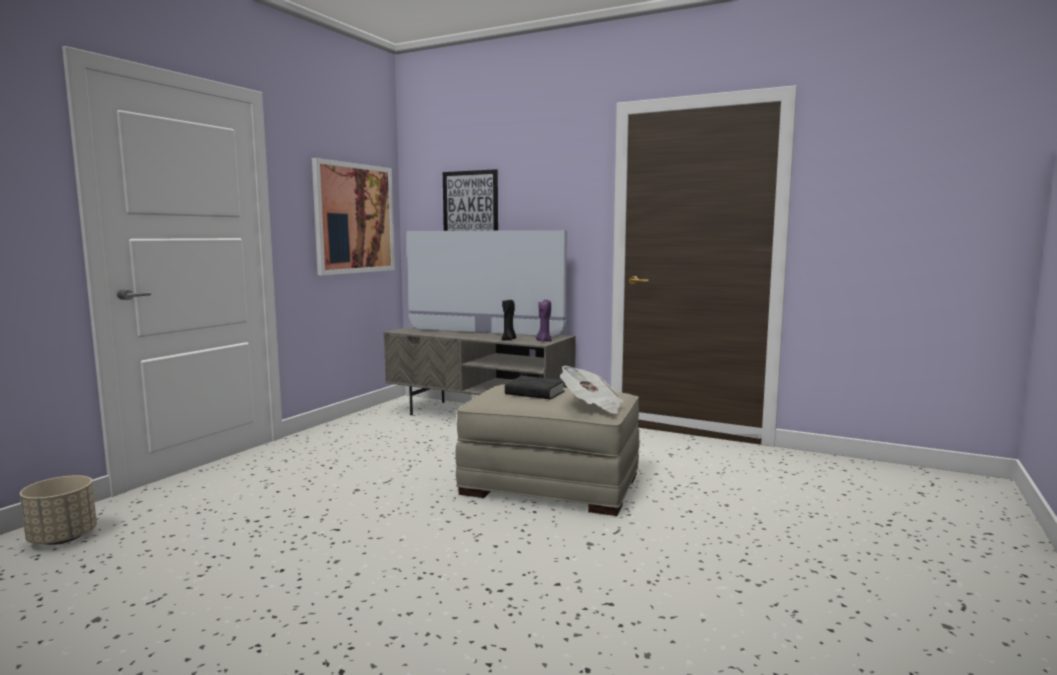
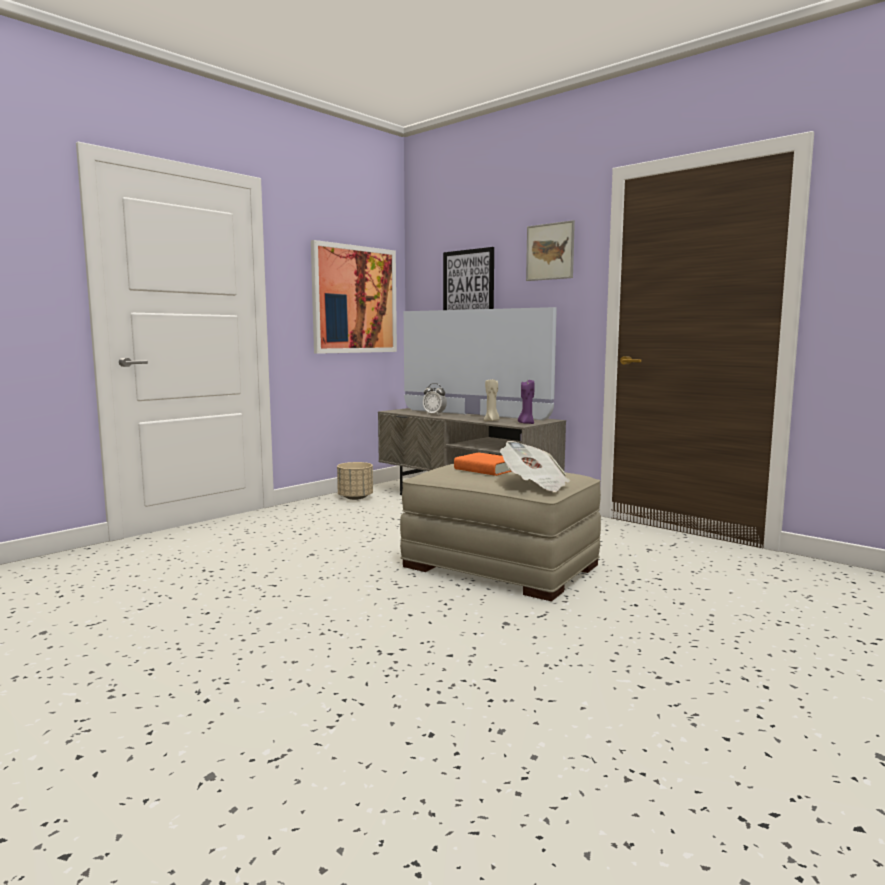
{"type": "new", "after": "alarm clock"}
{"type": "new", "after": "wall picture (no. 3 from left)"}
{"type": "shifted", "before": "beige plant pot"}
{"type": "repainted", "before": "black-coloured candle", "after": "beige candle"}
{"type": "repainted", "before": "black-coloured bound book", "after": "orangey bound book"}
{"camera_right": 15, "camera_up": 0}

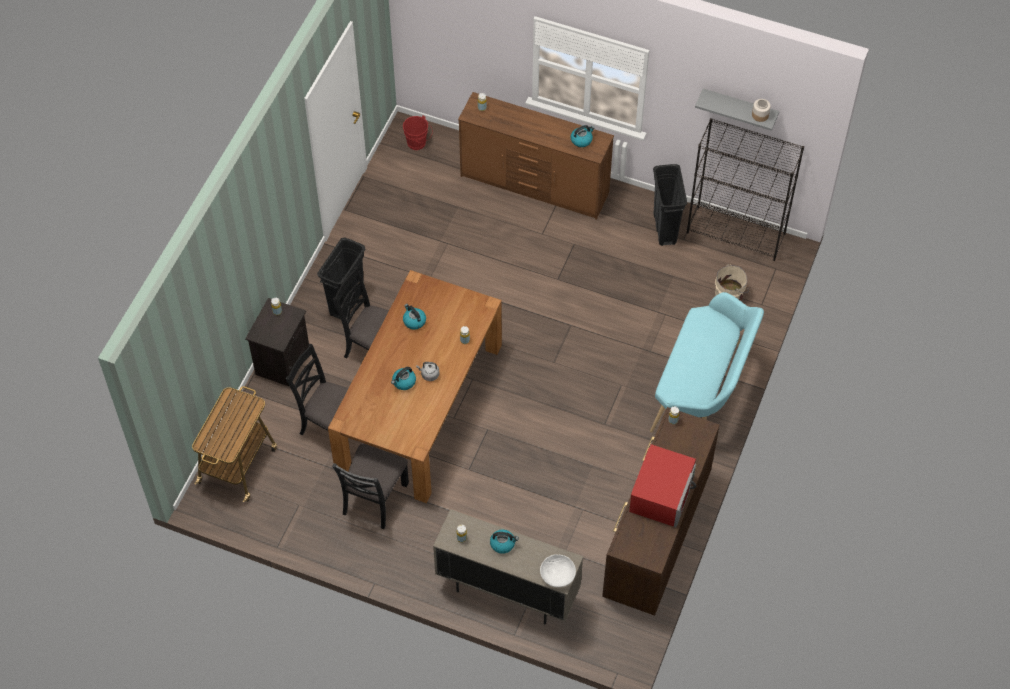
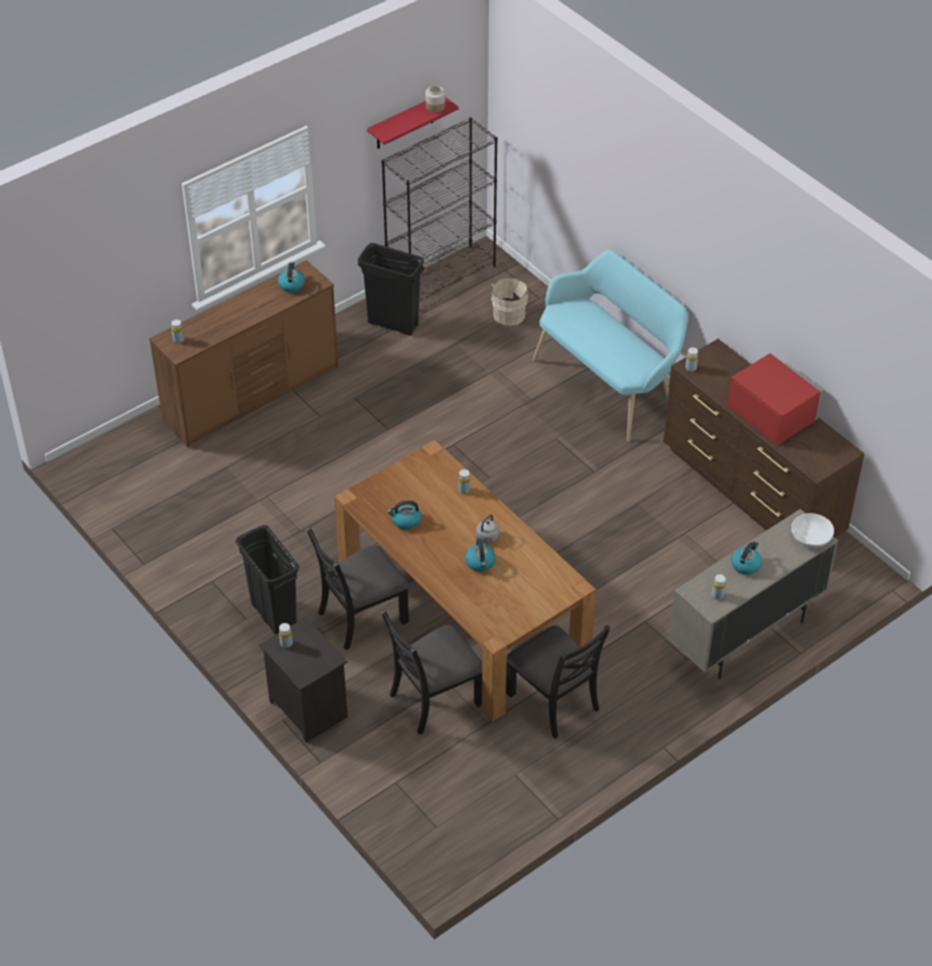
{"type": "gone", "before": "cart"}
{"type": "gone", "before": "red bucket"}
{"type": "repainted", "before": "gray wall shelf", "after": "red wall shelf"}
{"camera_right": -60, "camera_up": -10}

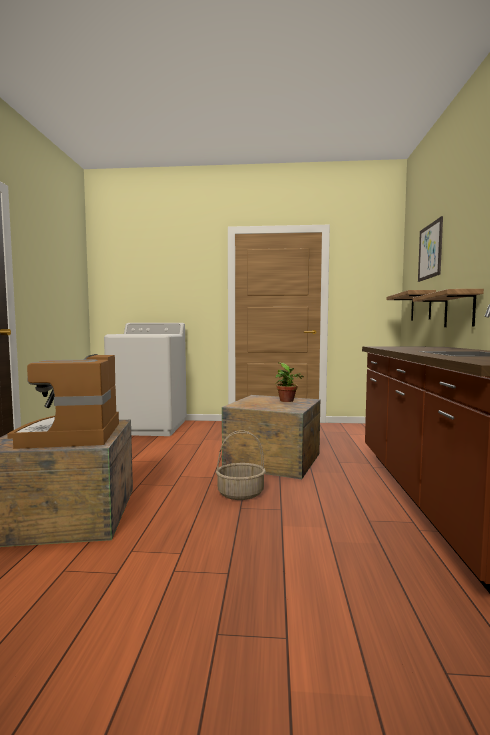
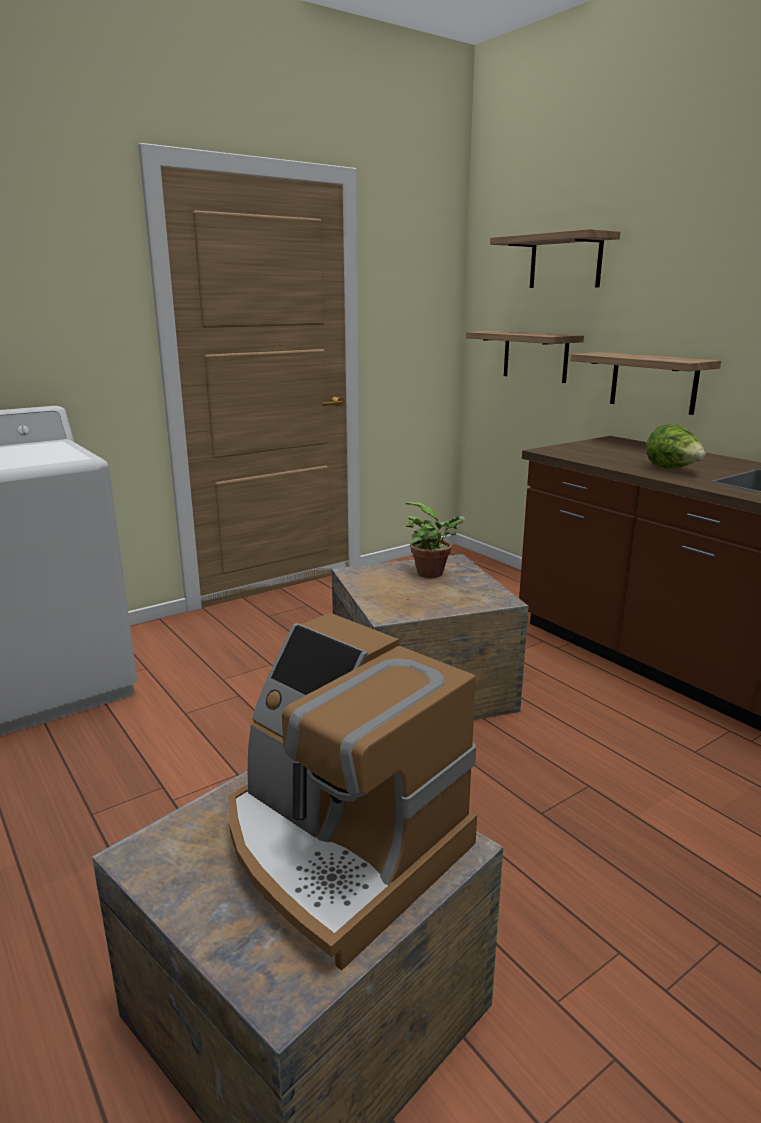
{"type": "gone", "before": "household basket"}
{"type": "new", "after": "lettuce"}
{"type": "swapped", "before": "wall picture", "after": "wall shelf (no. 2 from left)"}
{"camera_right": -40, "camera_up": 15}

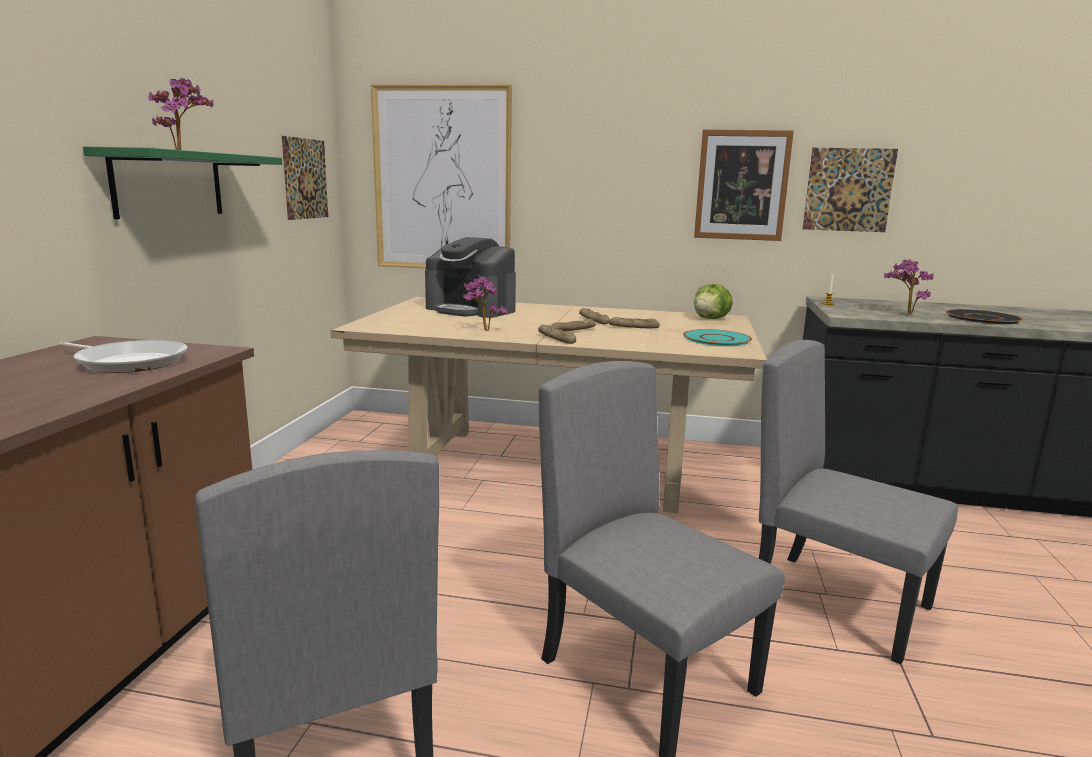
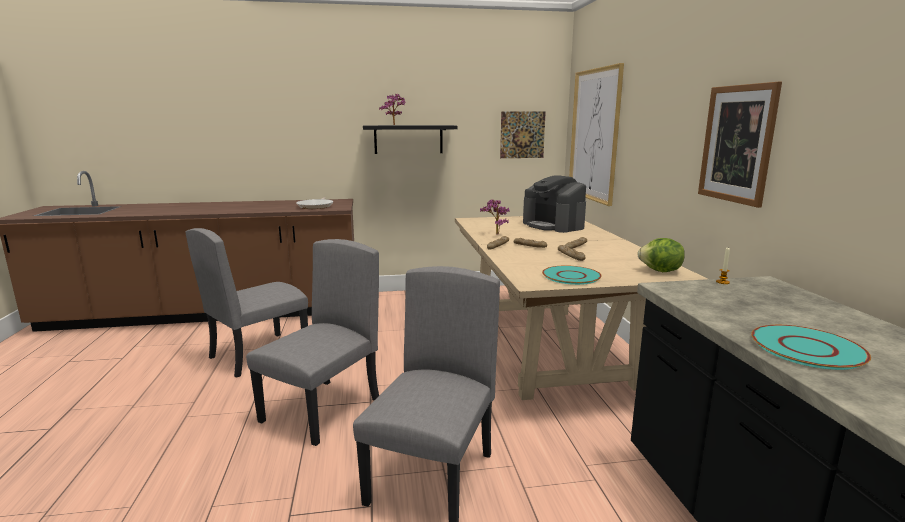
{"type": "gone", "before": "wall picture (no. 4 from left)"}
{"type": "gone", "before": "potted plant (no. 3 from left)"}
{"type": "repainted", "before": "green wall shelf", "after": "black-coloured wall shelf"}
{"type": "repainted", "before": "black-coloured plate", "after": "turquoise-coloured plate (no. 2 from left)"}
{"type": "rotated", "before": "coffee machine", "turn": -45}
{"camera_right": 70, "camera_up": 0}

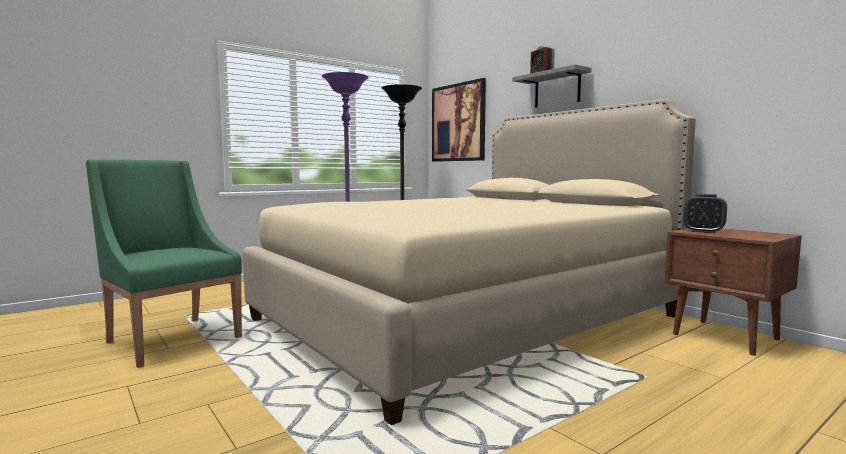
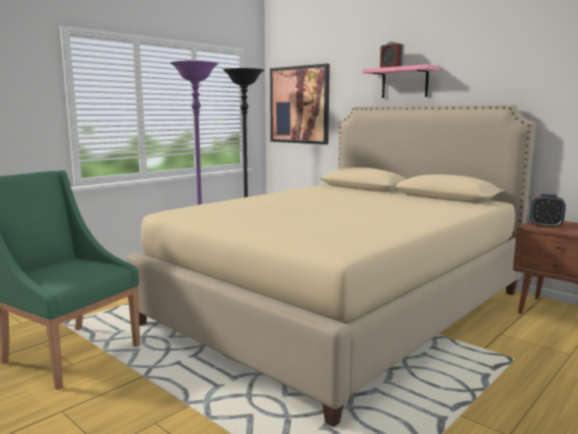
{"type": "repainted", "before": "gray wall shelf", "after": "pink-coloured wall shelf"}
{"camera_right": -10, "camera_up": 5}

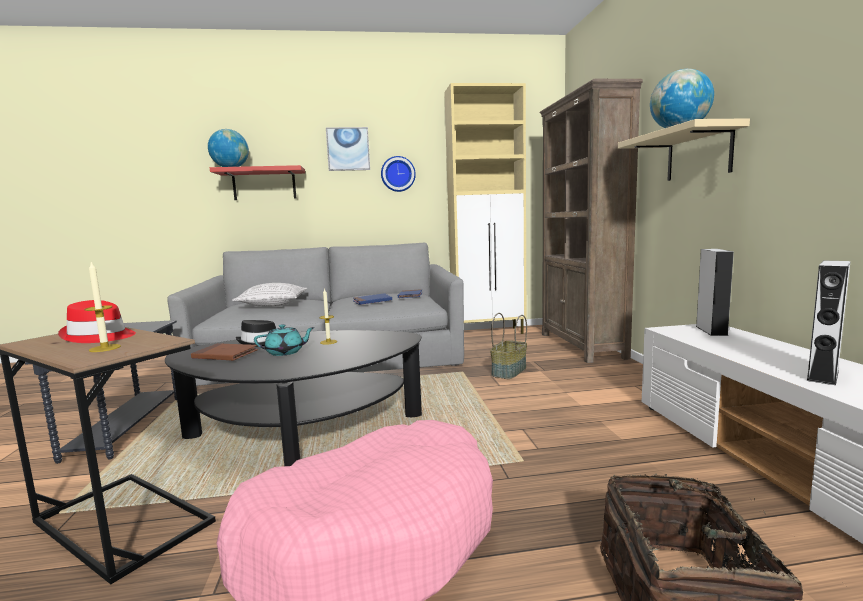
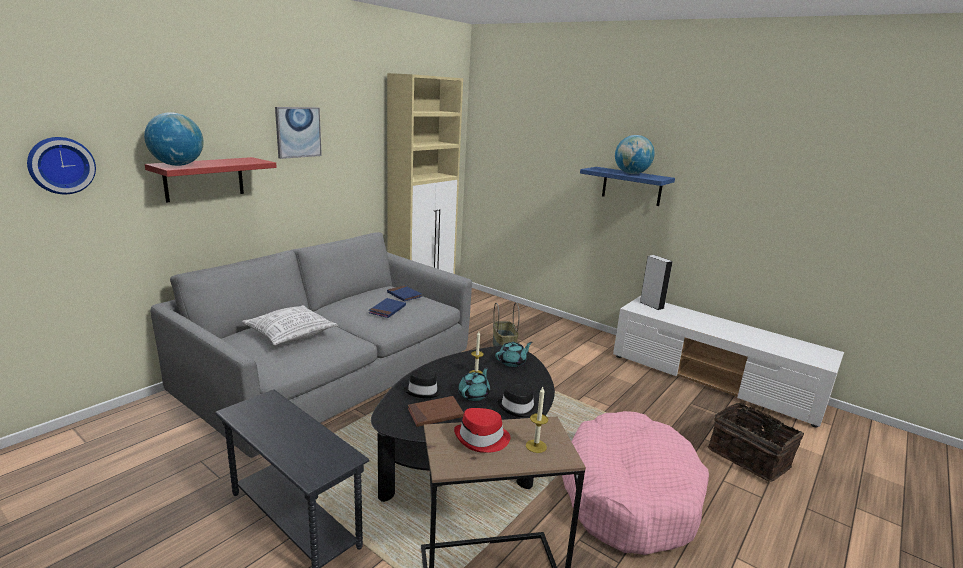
{"type": "gone", "before": "brownish shelving unit"}
{"type": "gone", "before": "gray speaker (no. 2 from left)"}
{"type": "new", "after": "turquoise-coloured teapot (no. 2 from left)"}
{"type": "new", "after": "black-coloured clothing hat (no. 2 from left)"}
{"type": "shifted", "before": "wall clock"}
{"type": "repainted", "before": "beige wall shelf", "after": "blue-coloured wall shelf"}
{"camera_right": -45, "camera_up": 10}

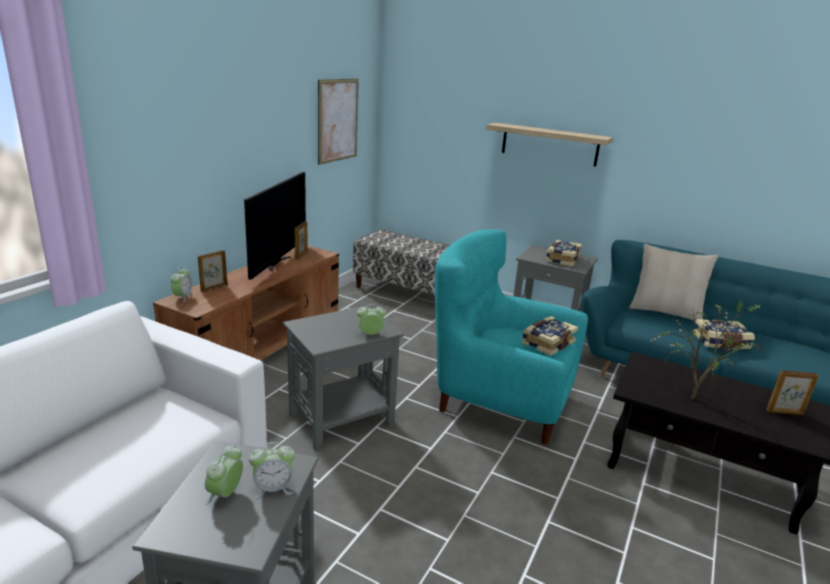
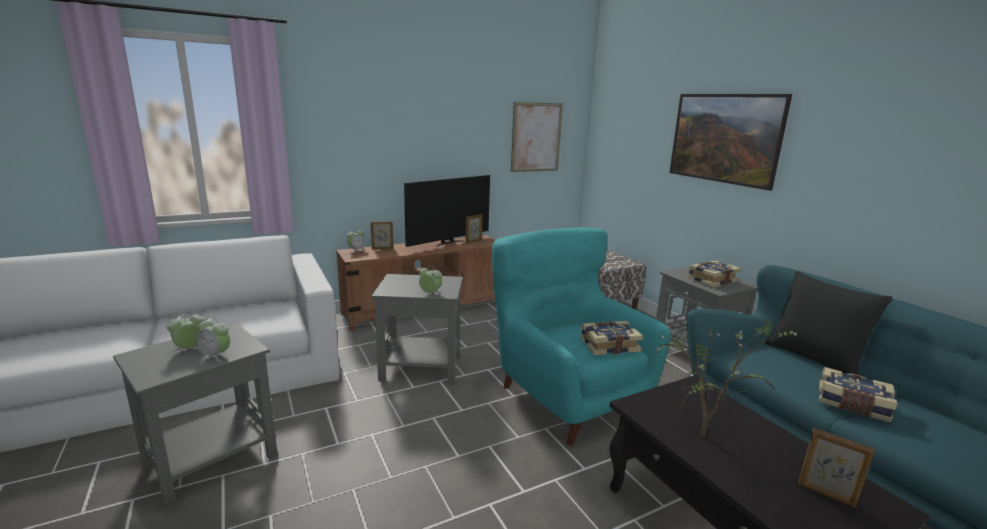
{"type": "swapped", "before": "wall shelf", "after": "wall picture (no. 2 from left)"}
{"type": "repainted", "before": "beige cushion", "after": "black-coloured cushion"}
{"camera_right": 35, "camera_up": -5}

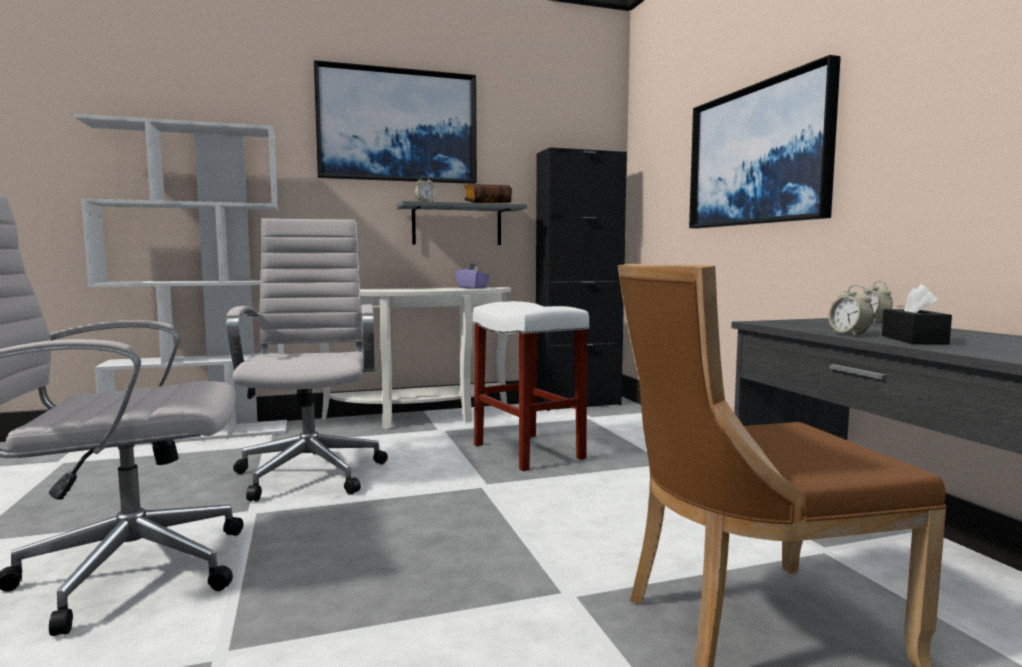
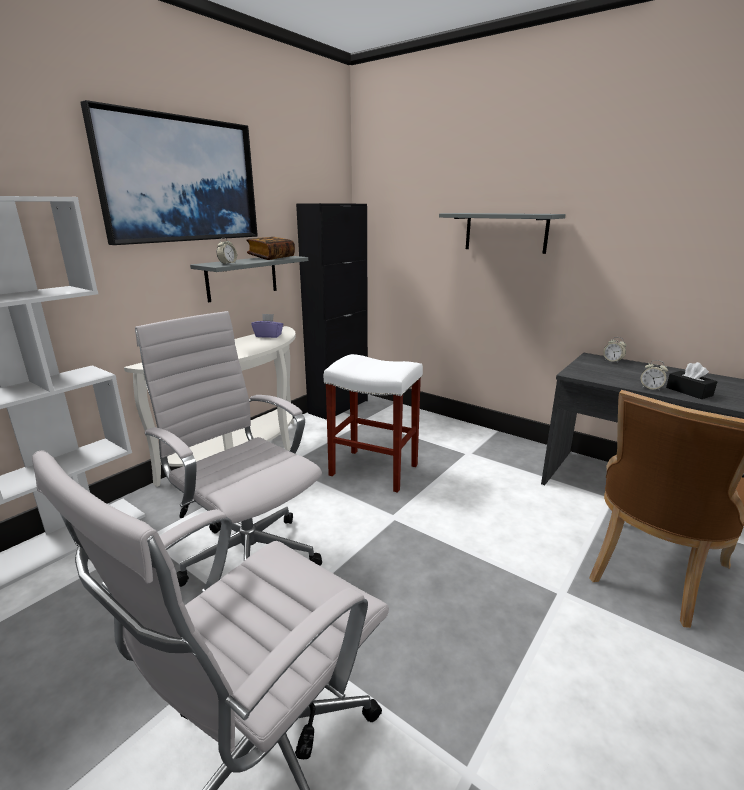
{"type": "swapped", "before": "wall picture (no. 2 from left)", "after": "gray wall shelf (no. 2 from left)"}
{"camera_right": -35, "camera_up": 15}

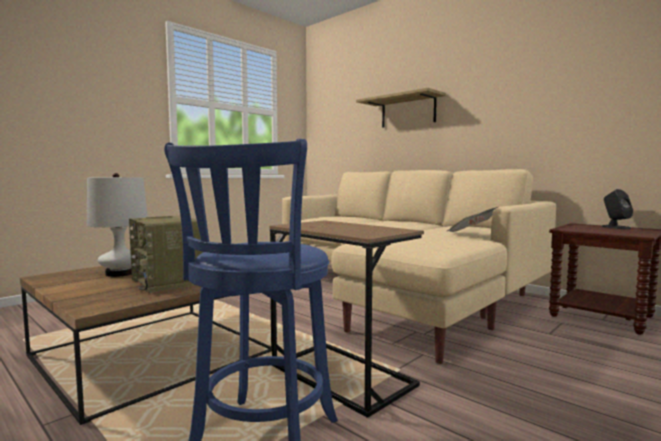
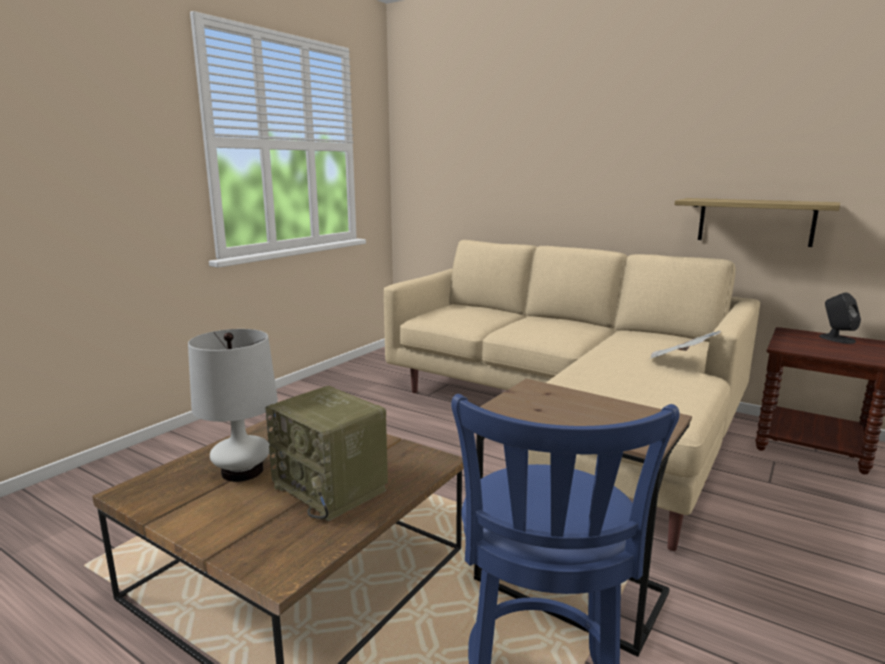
{"type": "shifted", "before": "wall shelf"}
{"camera_right": -10, "camera_up": 10}

